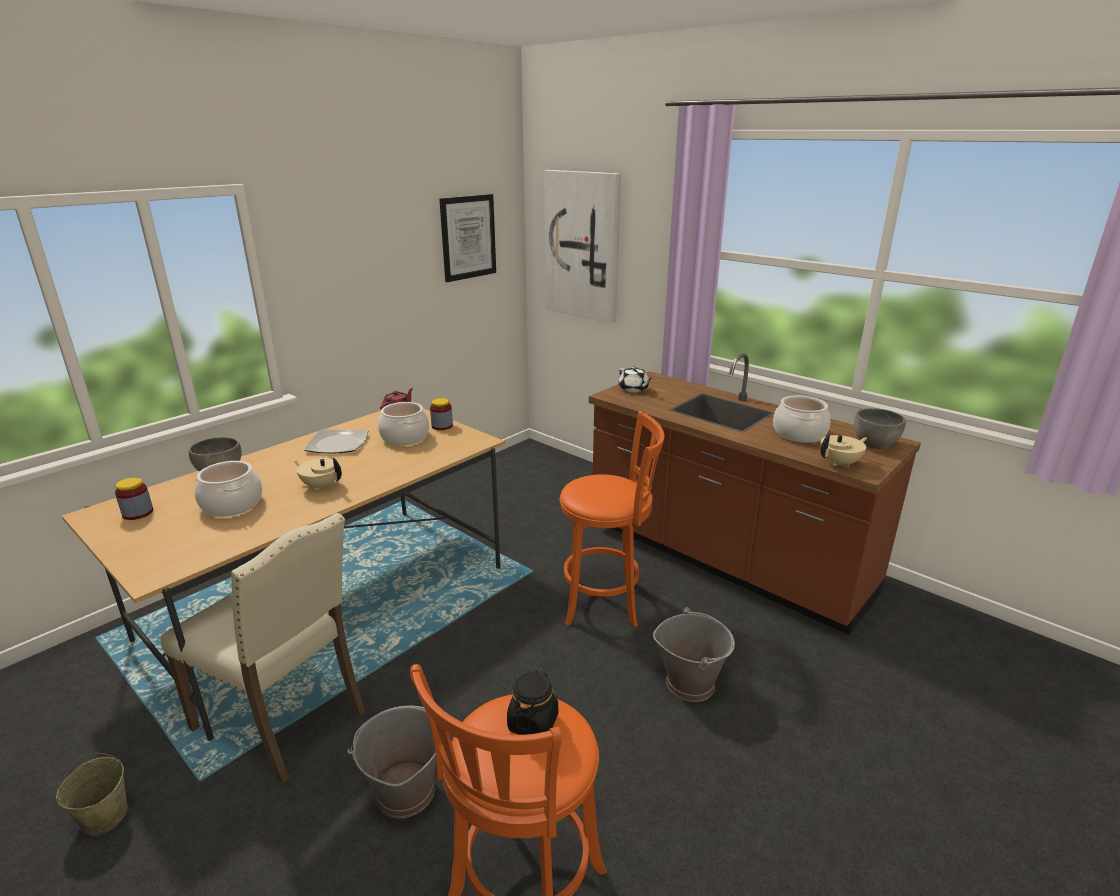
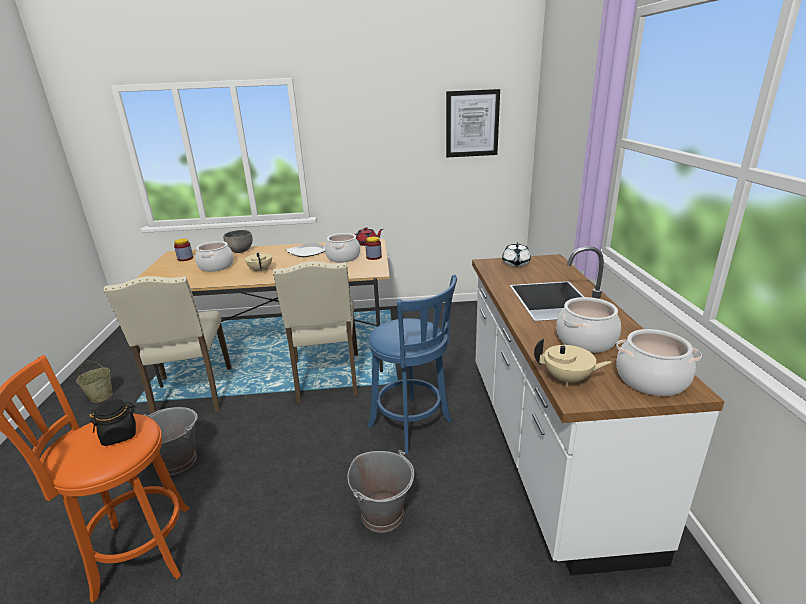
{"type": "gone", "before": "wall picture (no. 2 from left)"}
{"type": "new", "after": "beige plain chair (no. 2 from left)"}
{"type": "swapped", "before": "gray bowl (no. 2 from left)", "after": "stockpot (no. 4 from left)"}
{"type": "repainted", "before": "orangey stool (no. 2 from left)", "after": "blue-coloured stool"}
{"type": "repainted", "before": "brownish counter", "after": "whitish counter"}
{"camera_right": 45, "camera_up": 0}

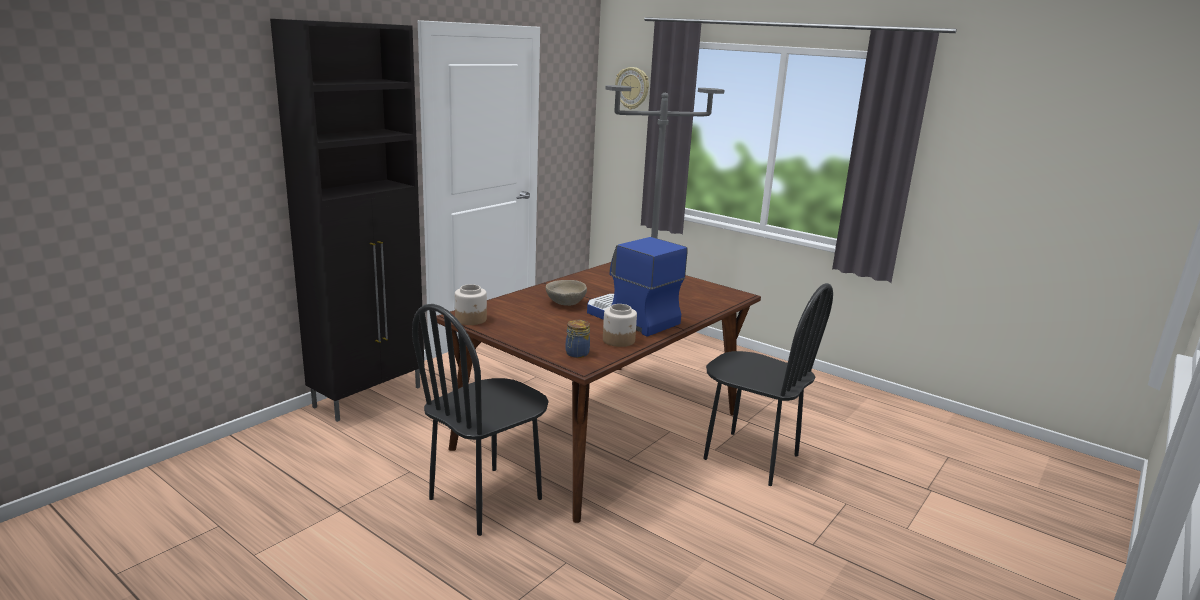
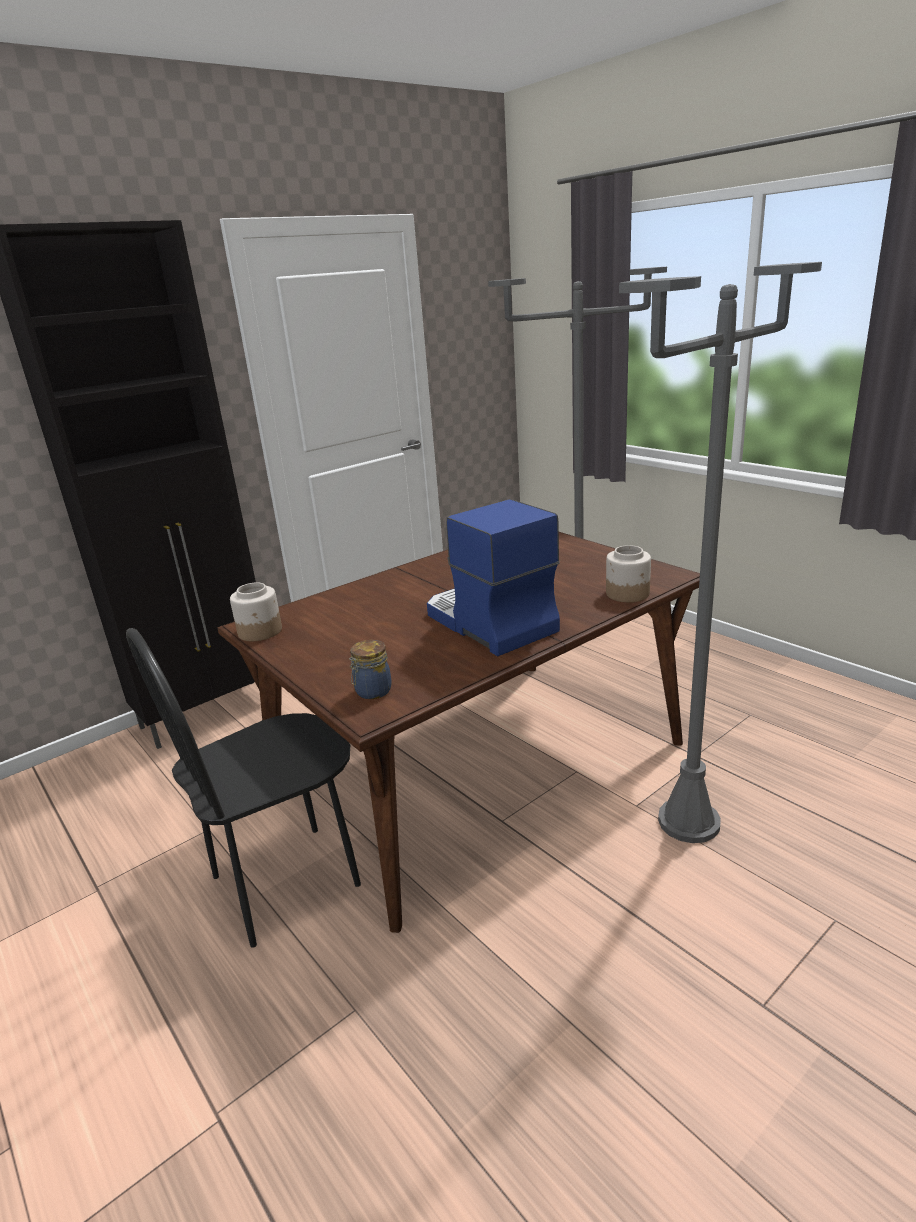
{"type": "gone", "before": "beige bowl"}
{"type": "gone", "before": "wall clock"}
{"type": "shifted", "before": "preserve jar (no. 3 from left)"}
{"type": "swapped", "before": "black-coloured plain chair (no. 2 from left)", "after": "gray standing lamp (no. 2 from left)"}
{"camera_right": 15, "camera_up": 5}

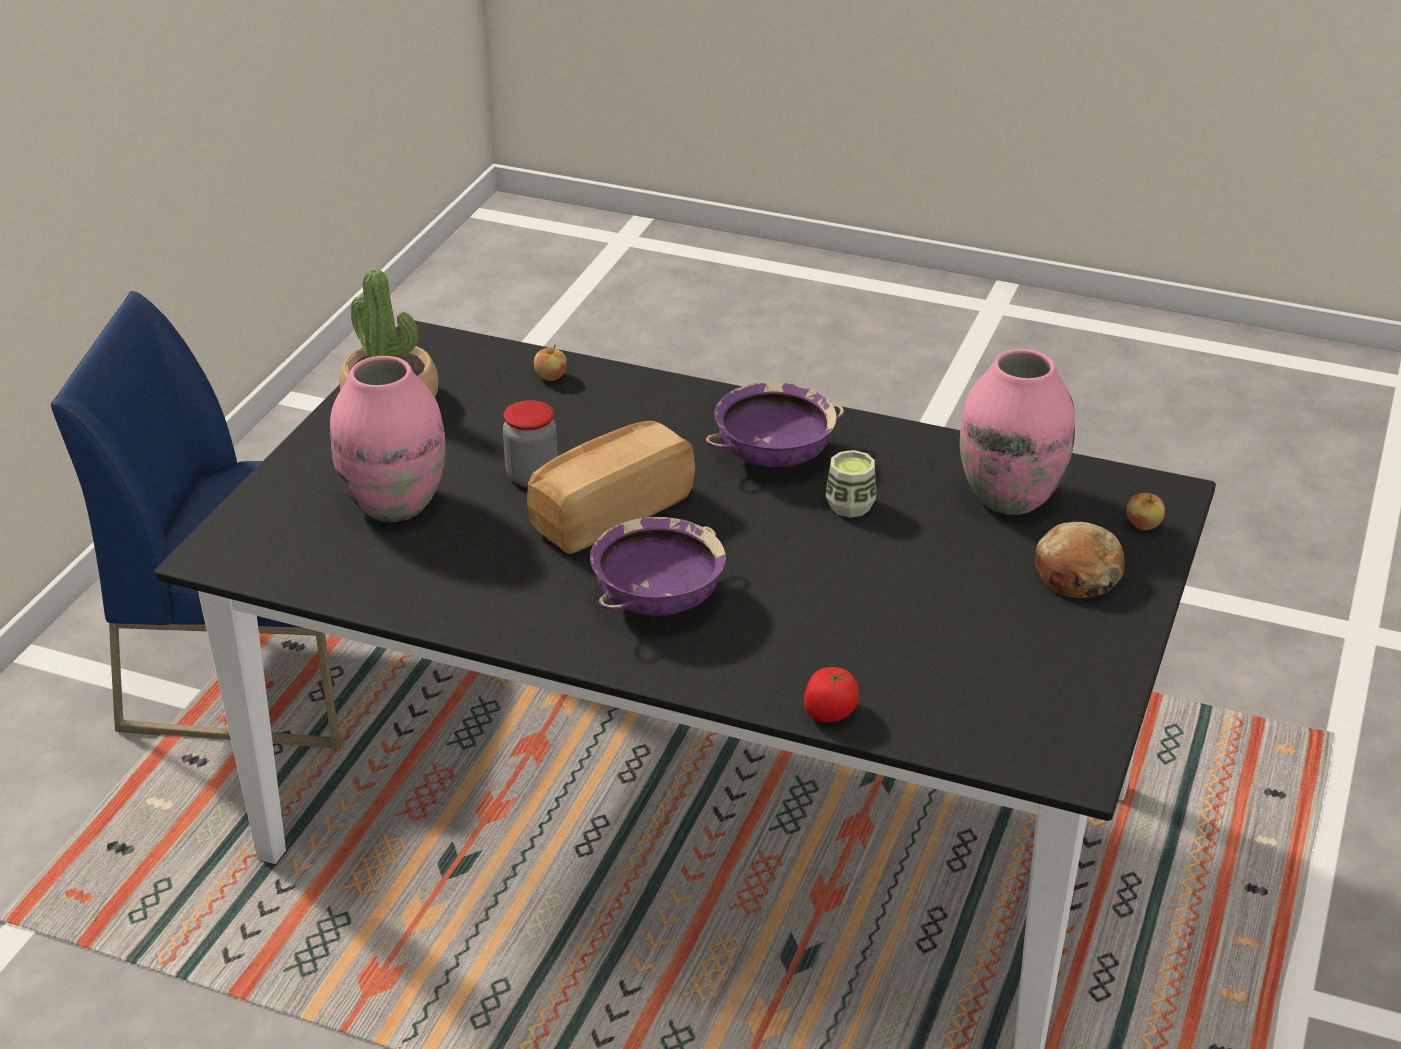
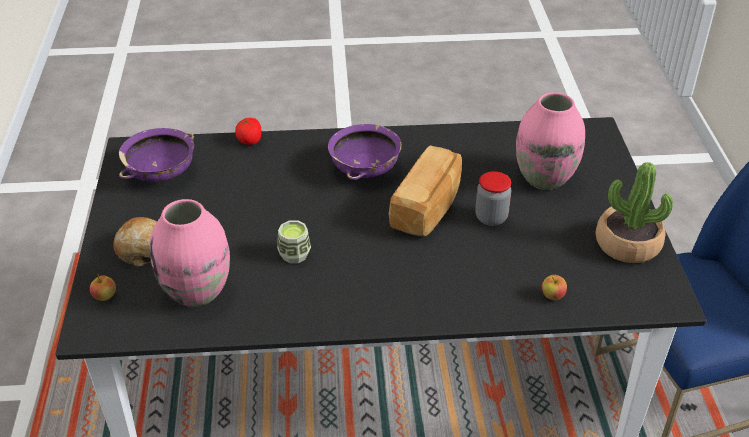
{"type": "shifted", "before": "purple-coloured bowl (no. 2 from left in the first image)", "after": "purple-coloured bowl (no. 1 from left)"}
{"camera_right": 155, "camera_up": 5}

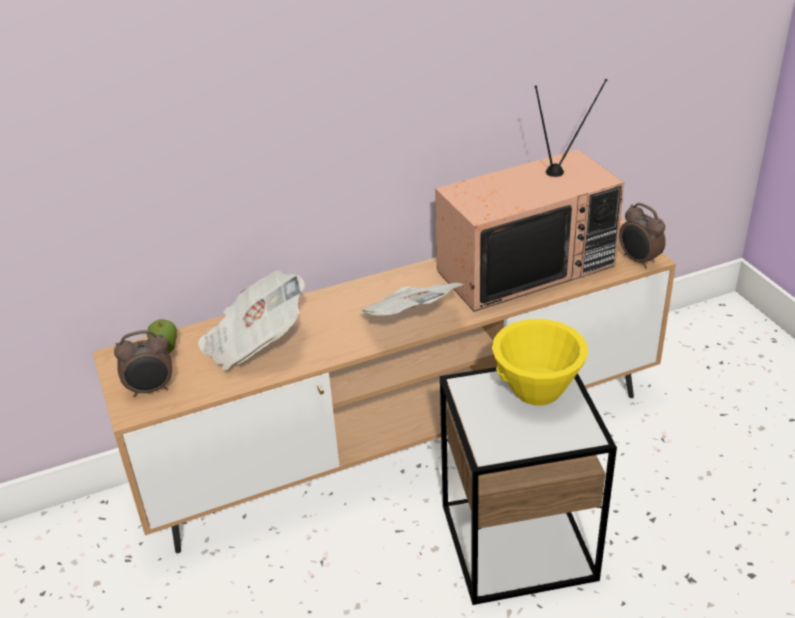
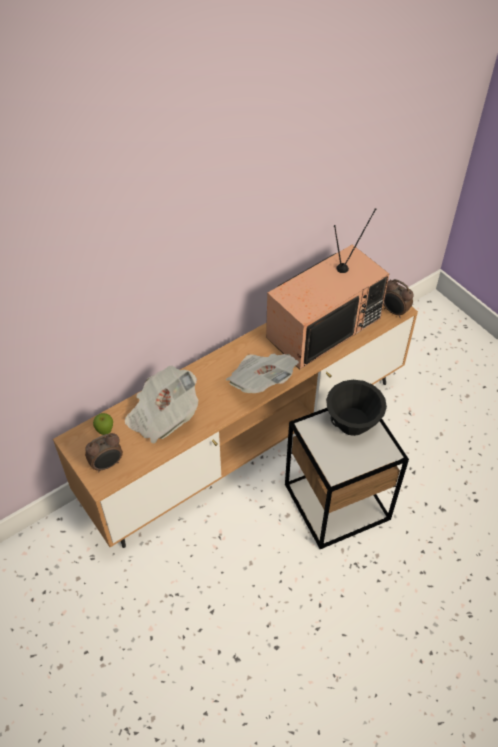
{"type": "repainted", "before": "yellowish bowl", "after": "black-coloured bowl"}
{"camera_right": -15, "camera_up": 15}

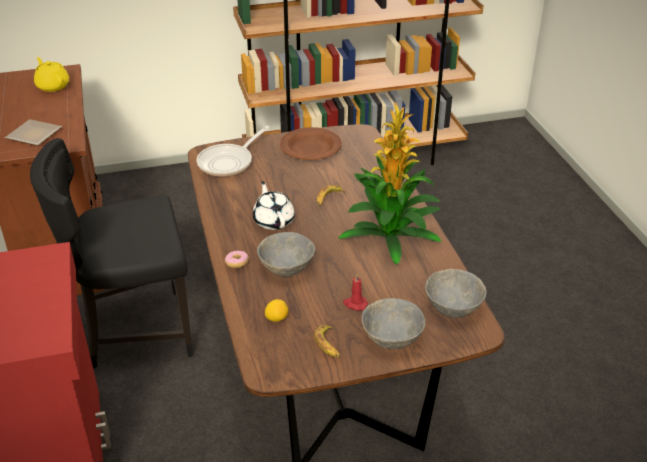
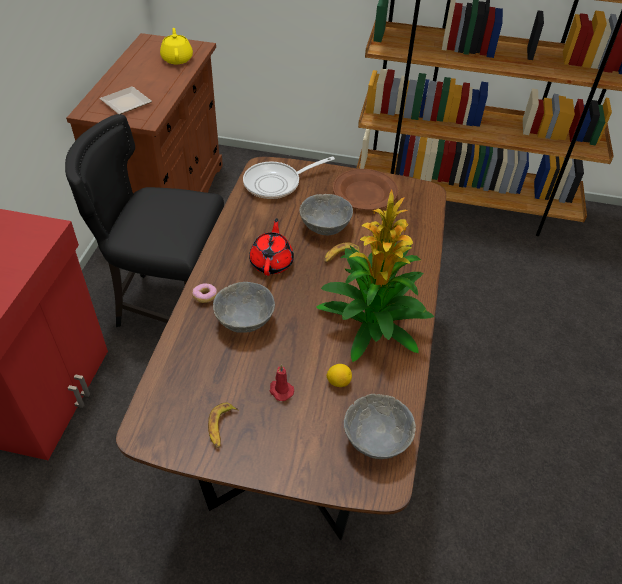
{"type": "shifted", "before": "lemon"}
{"type": "shifted", "before": "gray bowl (no. 2 from left)"}
{"type": "repainted", "before": "whitish teapot", "after": "red teapot"}
{"camera_right": 25, "camera_up": 10}

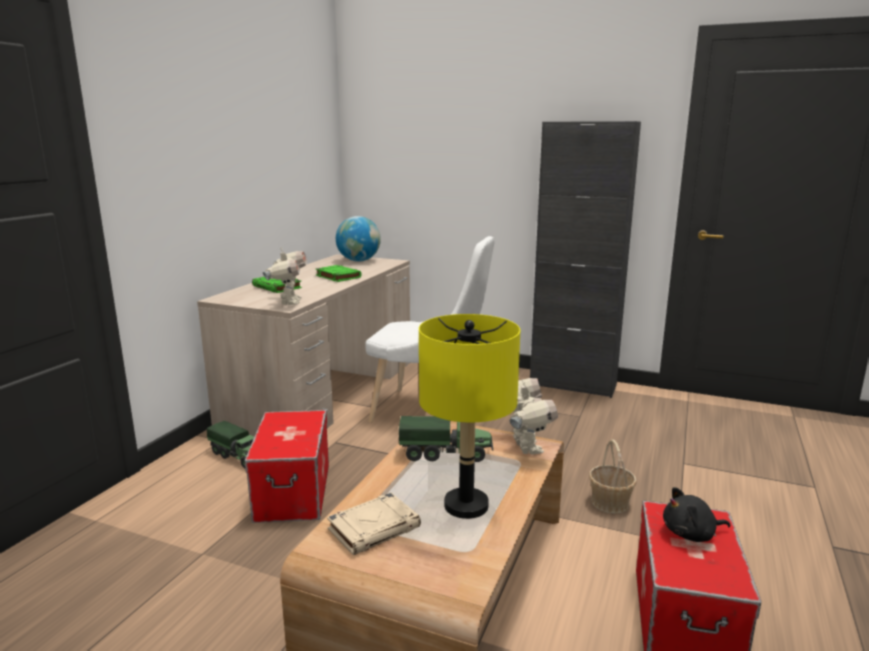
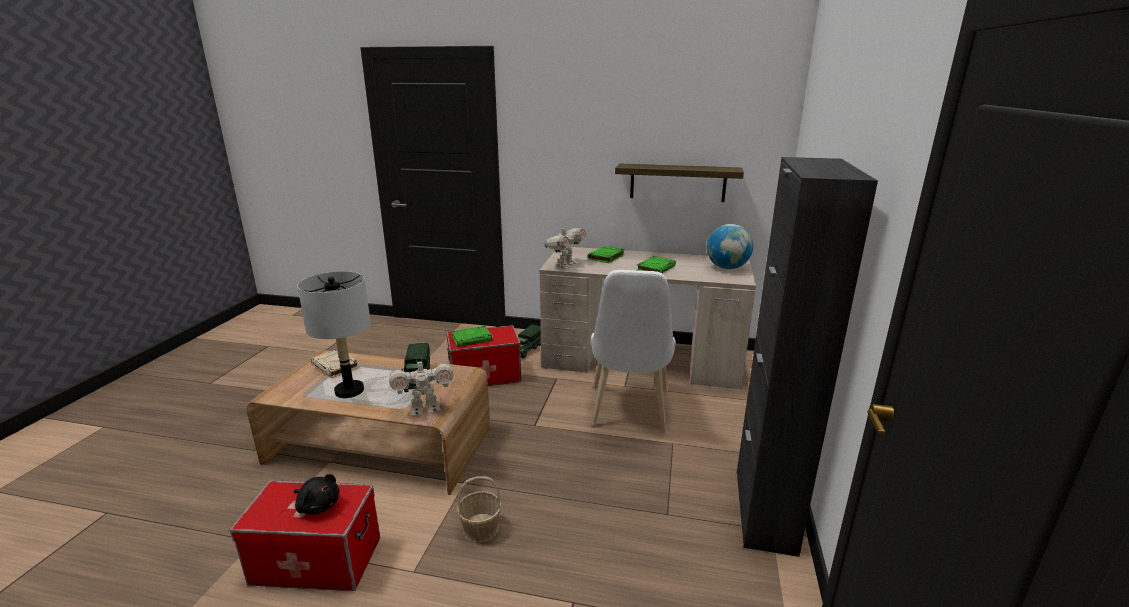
{"type": "new", "after": "green bound book (no. 1 from left)"}
{"type": "new", "after": "wall shelf"}
{"type": "repainted", "before": "yellowish tabletop lamp", "after": "gray tabletop lamp"}
{"type": "rotated", "before": "model robot (no. 1 from left in the first image)", "turn": -45}
{"type": "rotated", "before": "black-coloured plush toy", "turn": 135}
{"camera_right": 80, "camera_up": 5}

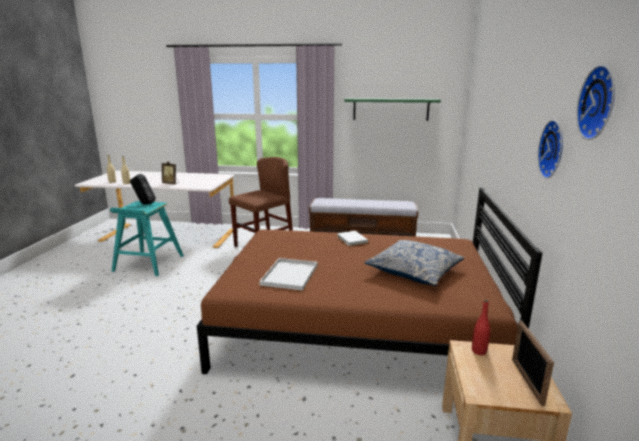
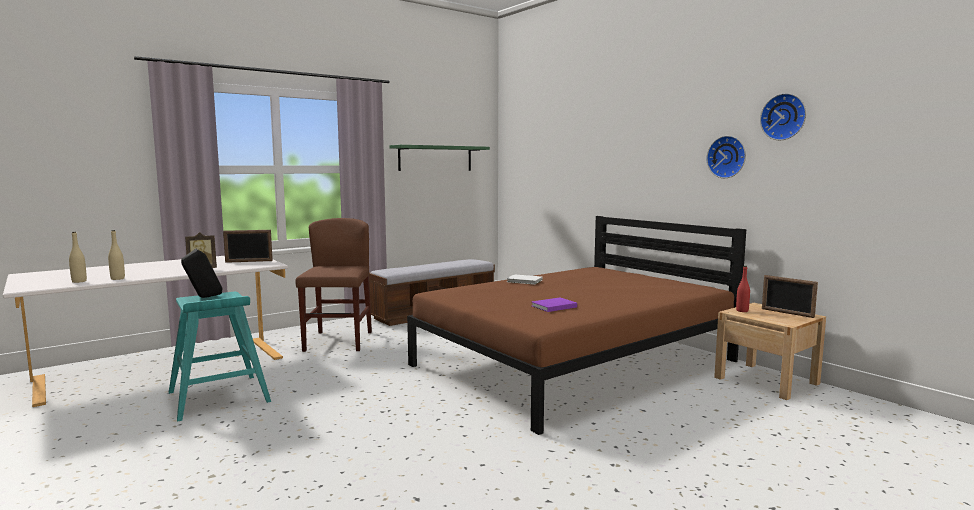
{"type": "gone", "before": "cushion"}
{"type": "new", "after": "photo frame (no. 2 from left)"}
{"type": "swapped", "before": "whitish serving tray", "after": "purple-coloured bound book"}
{"camera_right": -45, "camera_up": -10}

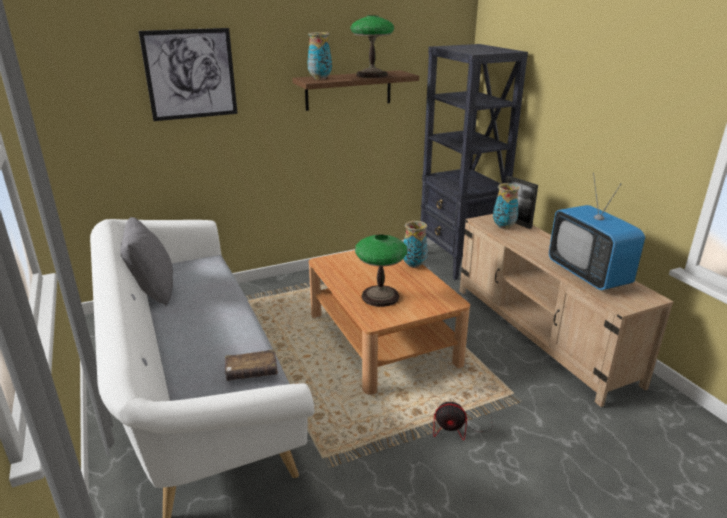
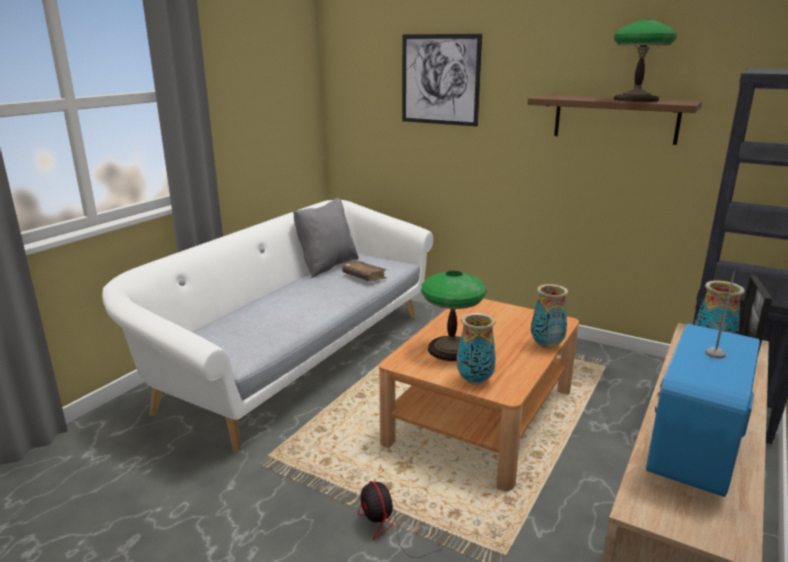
{"type": "shifted", "before": "brownish bound book"}
{"type": "shifted", "before": "vase (no. 1 from left)"}
{"camera_right": 55, "camera_up": -5}

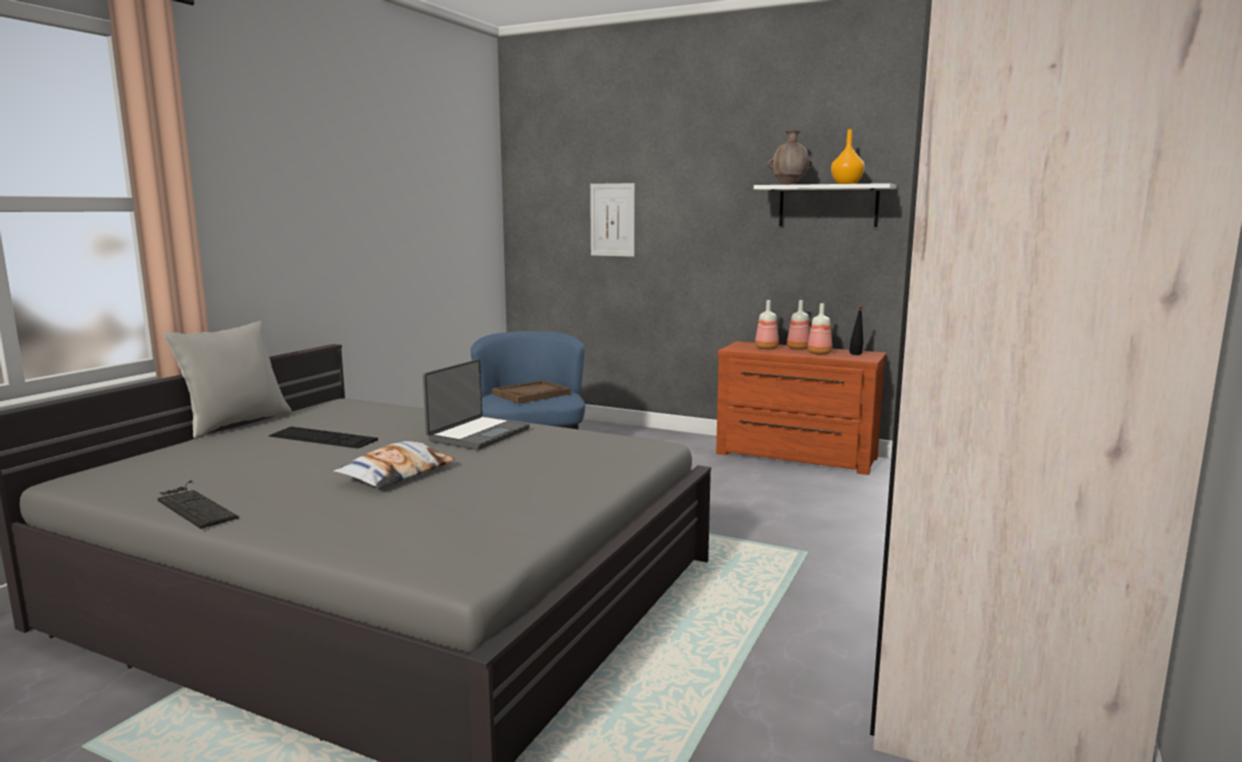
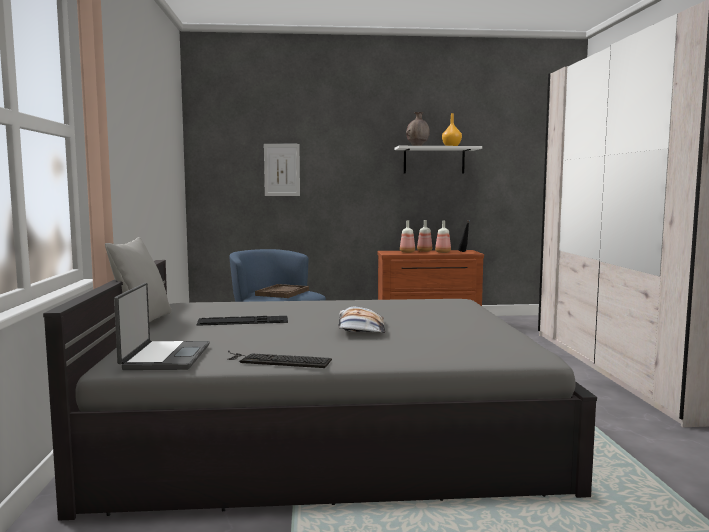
{"type": "shifted", "before": "portable computer"}
{"camera_right": -30, "camera_up": -5}

